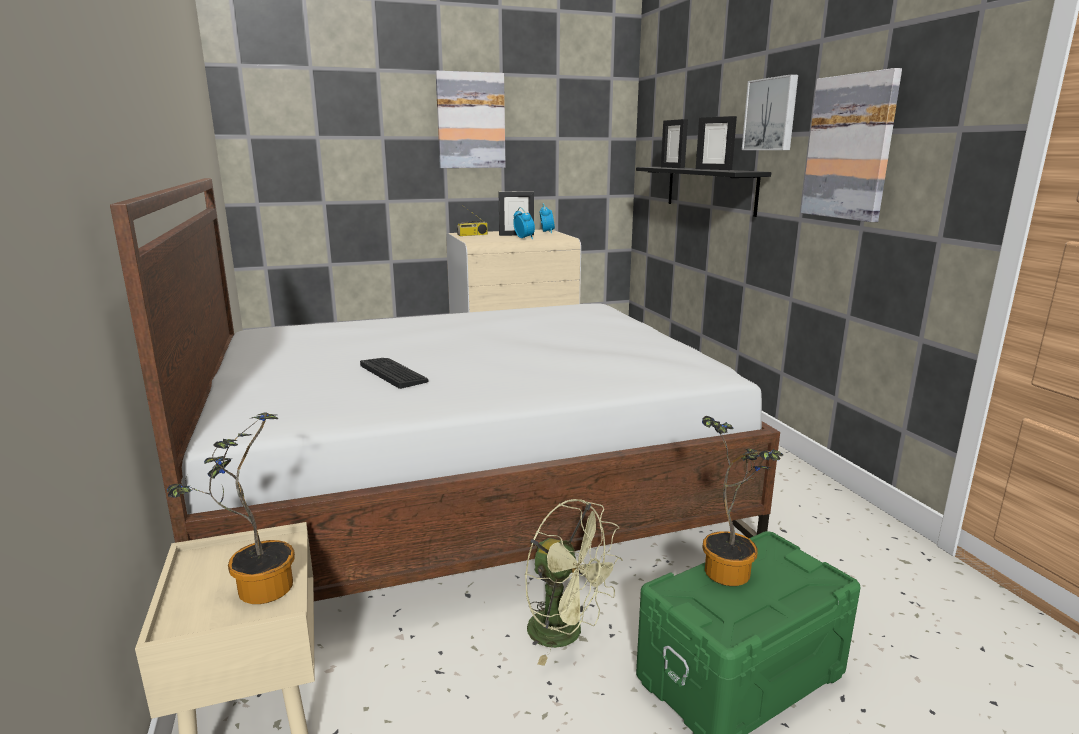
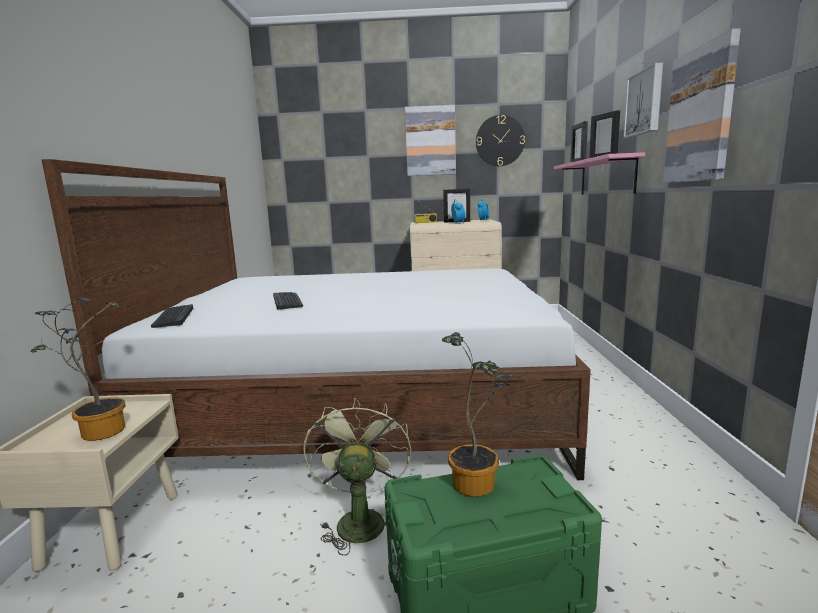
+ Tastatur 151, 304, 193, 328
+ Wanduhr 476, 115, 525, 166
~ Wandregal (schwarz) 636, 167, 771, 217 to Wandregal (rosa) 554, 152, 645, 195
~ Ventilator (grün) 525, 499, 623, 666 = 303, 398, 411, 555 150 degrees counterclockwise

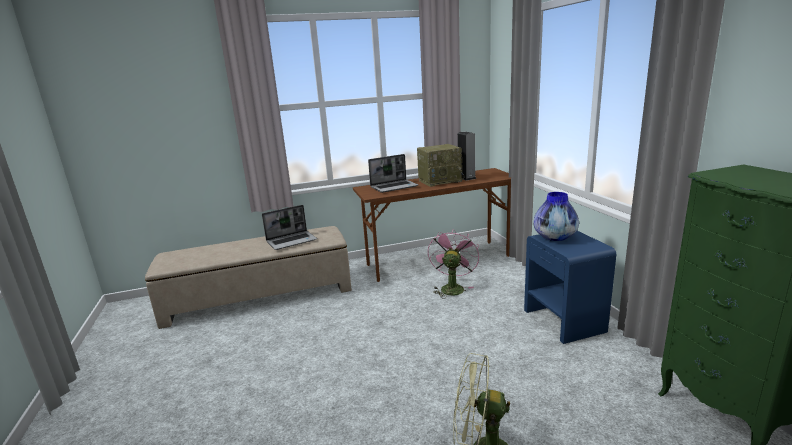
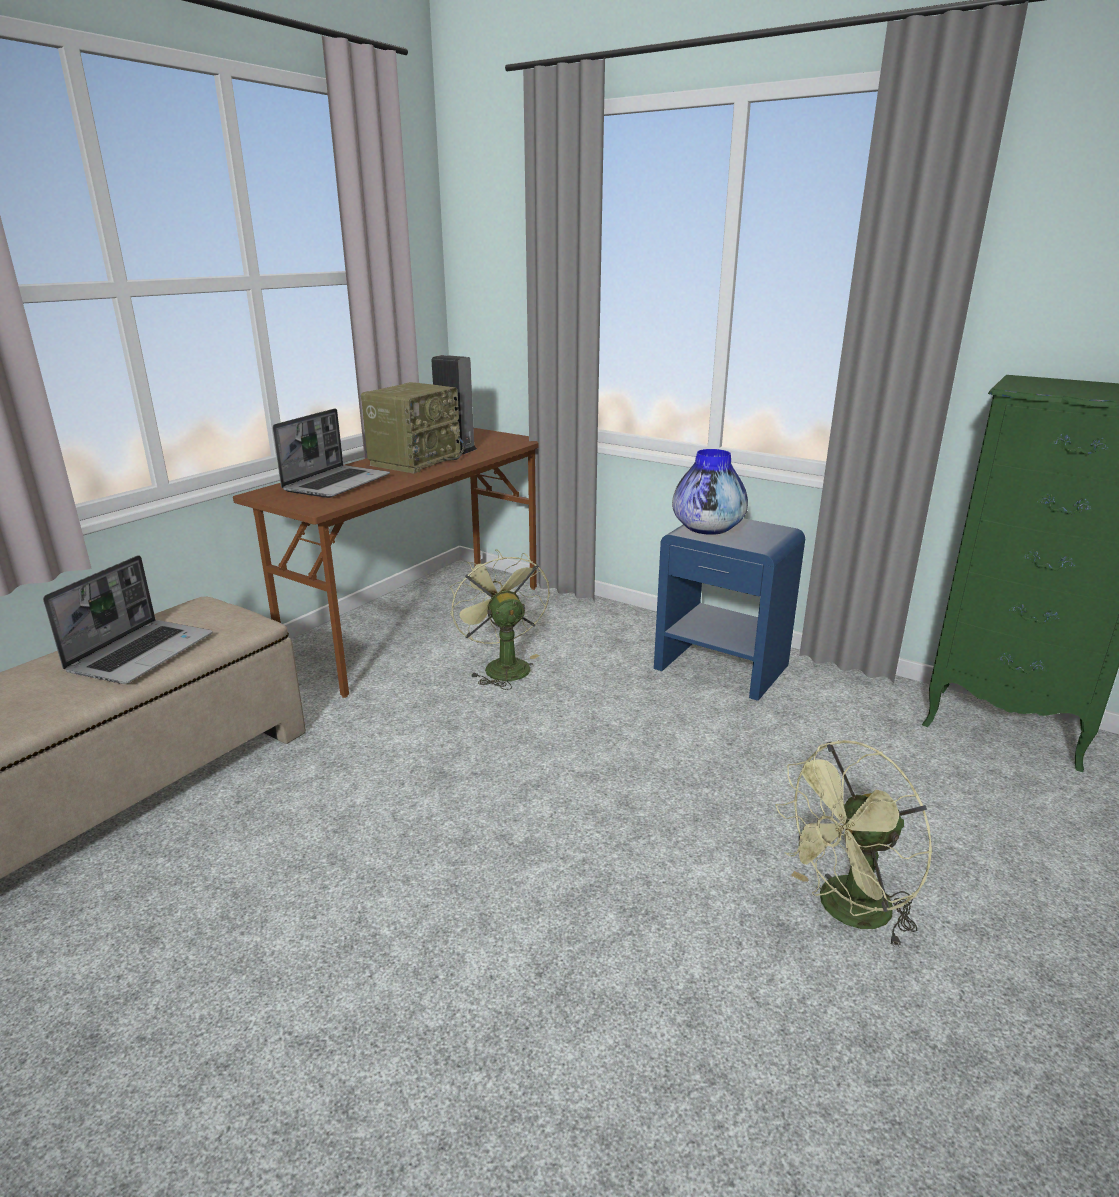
~ Ventilator (rosa) 428, 229, 479, 299 to Ventilator (grün) 450, 549, 550, 690

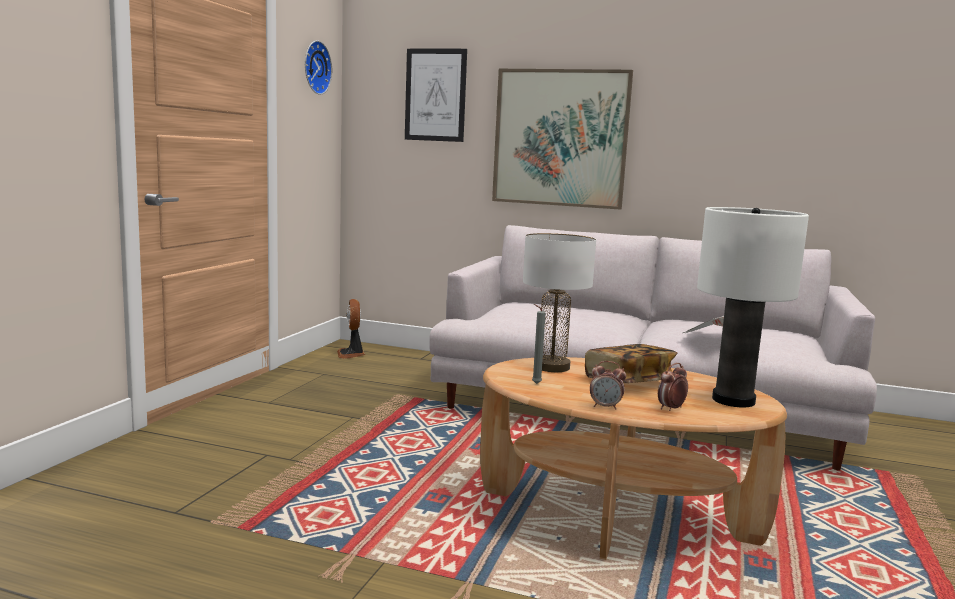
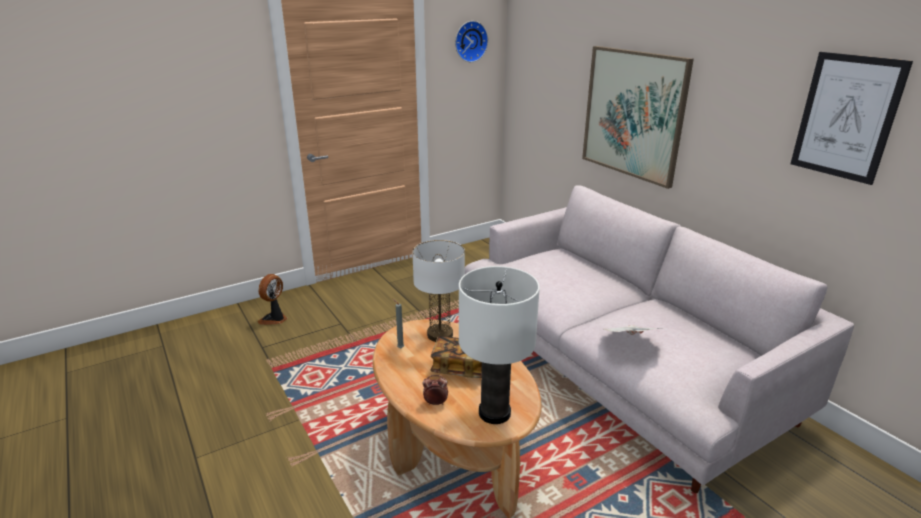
- Wecker 590, 361, 626, 410
~ Ventilator 337, 299, 365, 359 to 258, 274, 288, 325
~ Bild 405, 49, 467, 142 to 791, 52, 913, 185

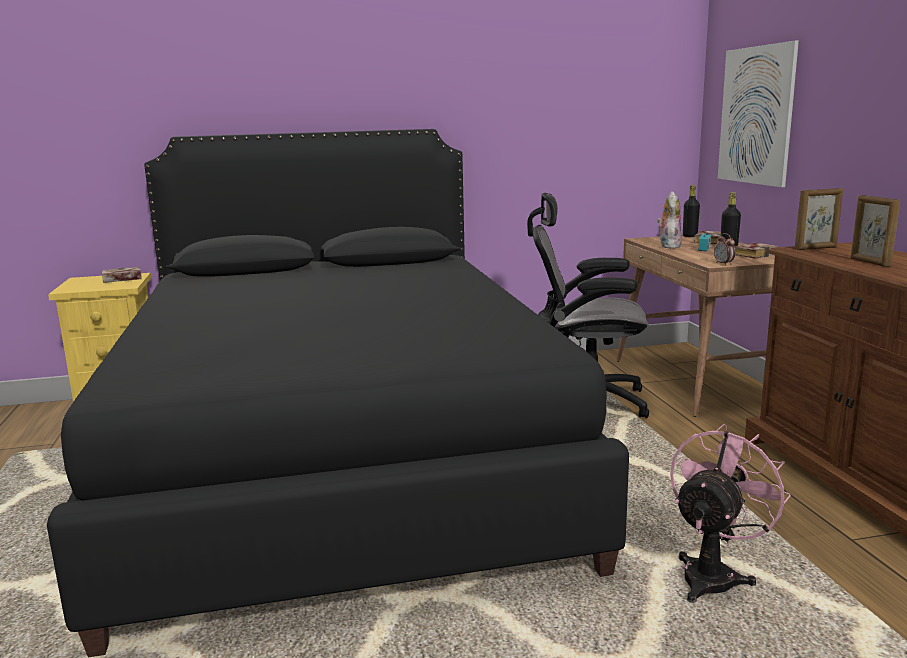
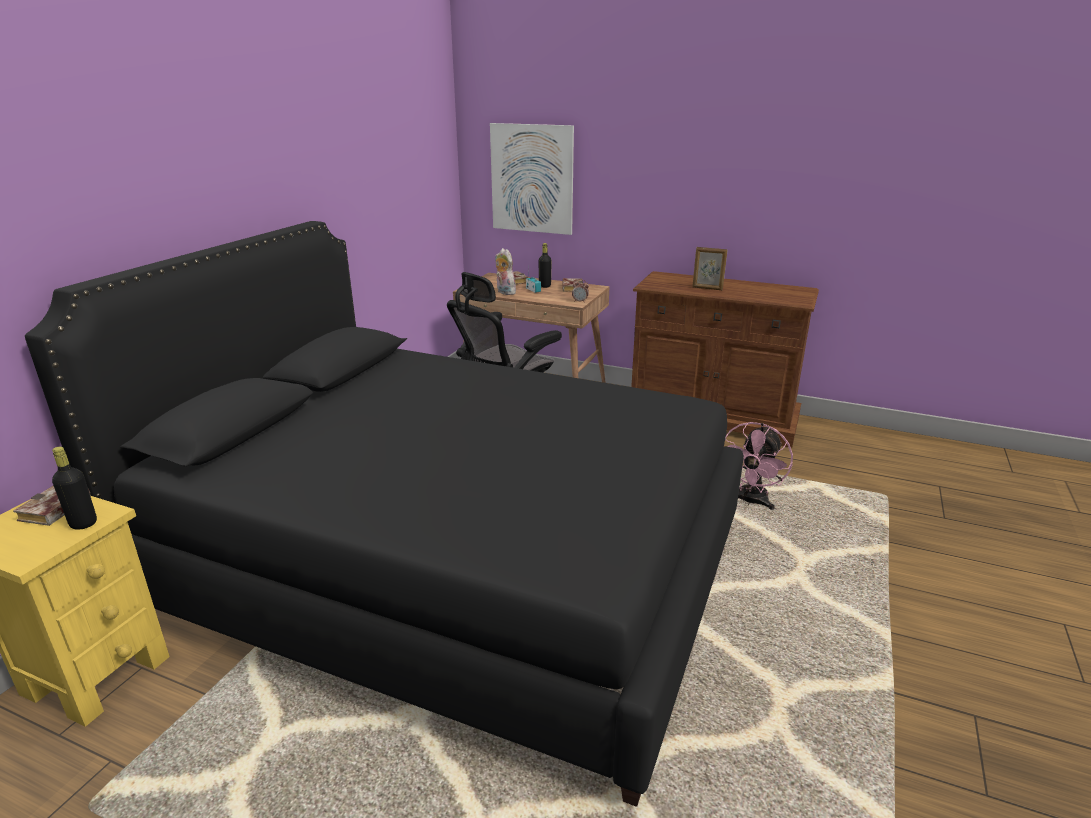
- Bilderrahmen 795, 188, 843, 250
~ Flasche (schwarz) 683, 185, 700, 237 to 52, 447, 97, 530
~ Ventilator (rosa) 670, 424, 791, 603 = 725, 422, 793, 510 135 degrees counterclockwise

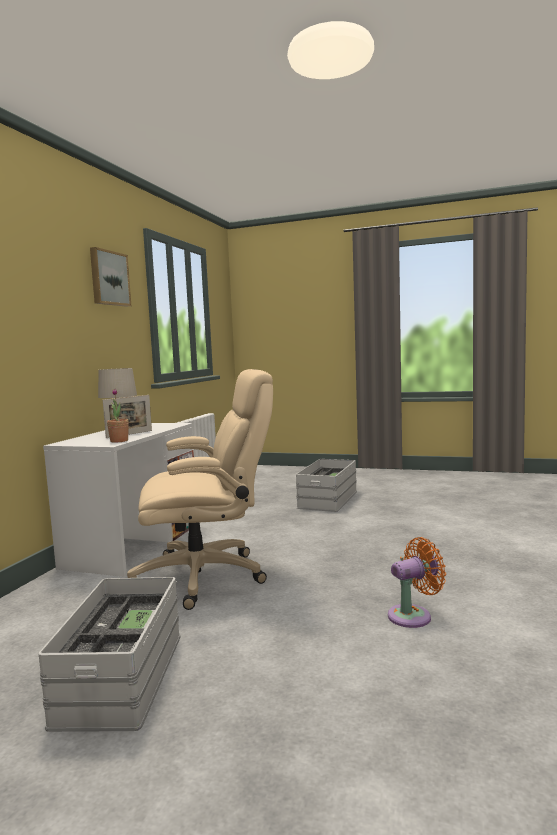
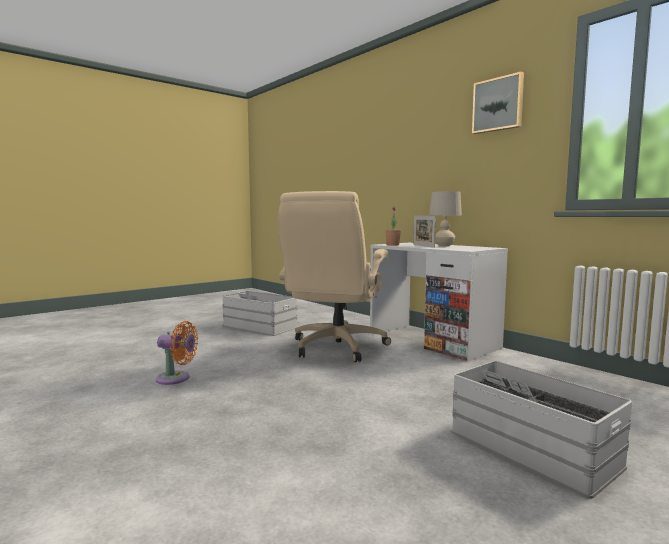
~ Ventilator (orange) 388, 537, 446, 628 = 156, 321, 198, 385 90 degrees counterclockwise

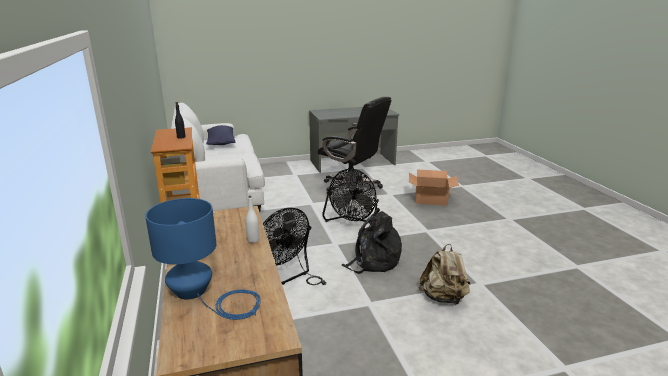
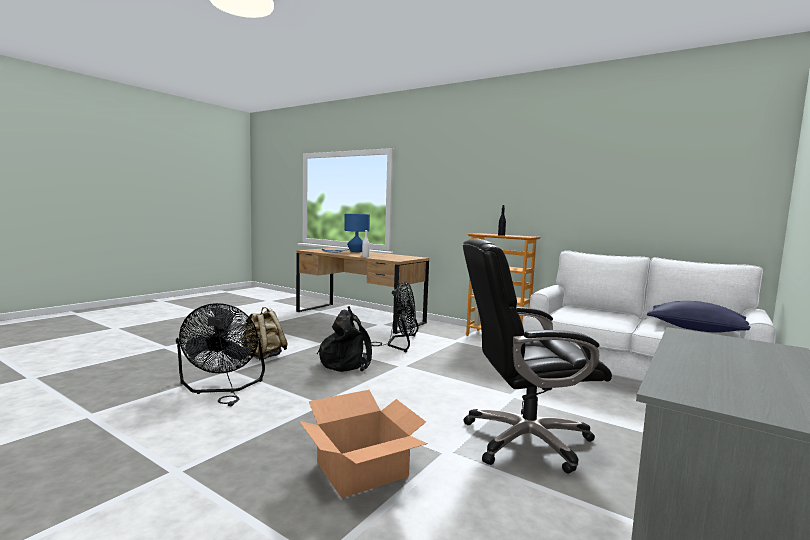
~ Ventilator (schwarz) 322, 169, 379, 224 to 176, 303, 265, 406

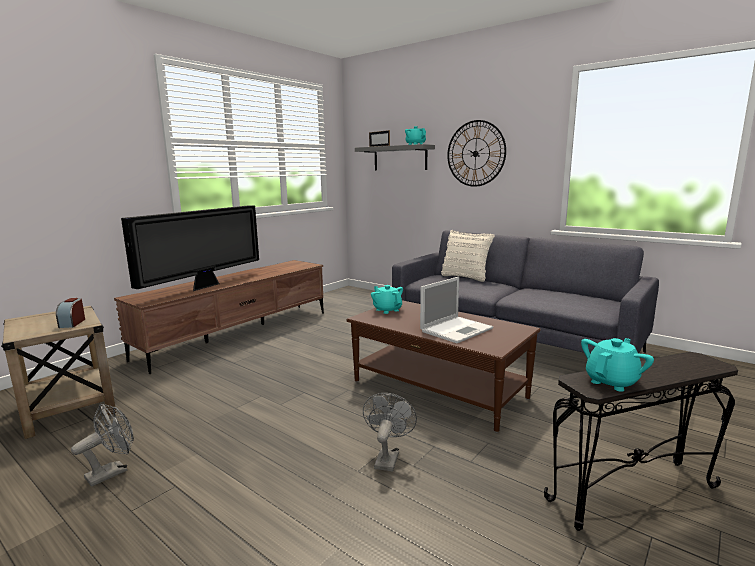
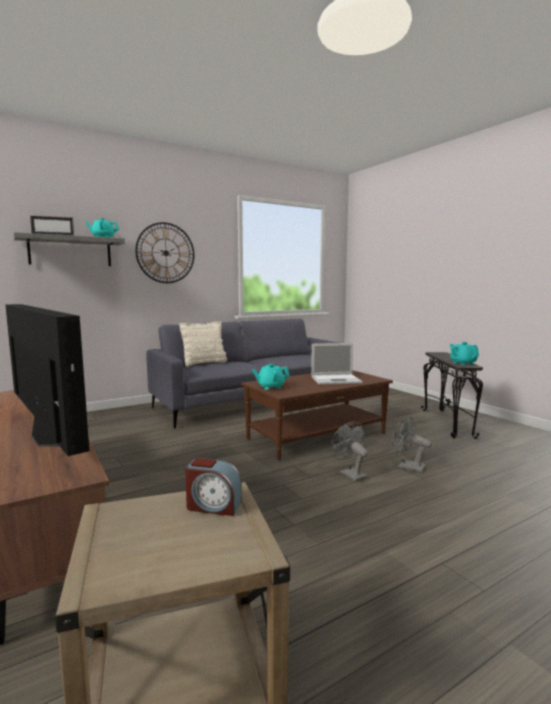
~ Ventilator (grau) 71, 404, 134, 487 to 331, 422, 368, 482
~ Laptop 420, 277, 493, 343 = 311, 343, 363, 385 105 degrees clockwise

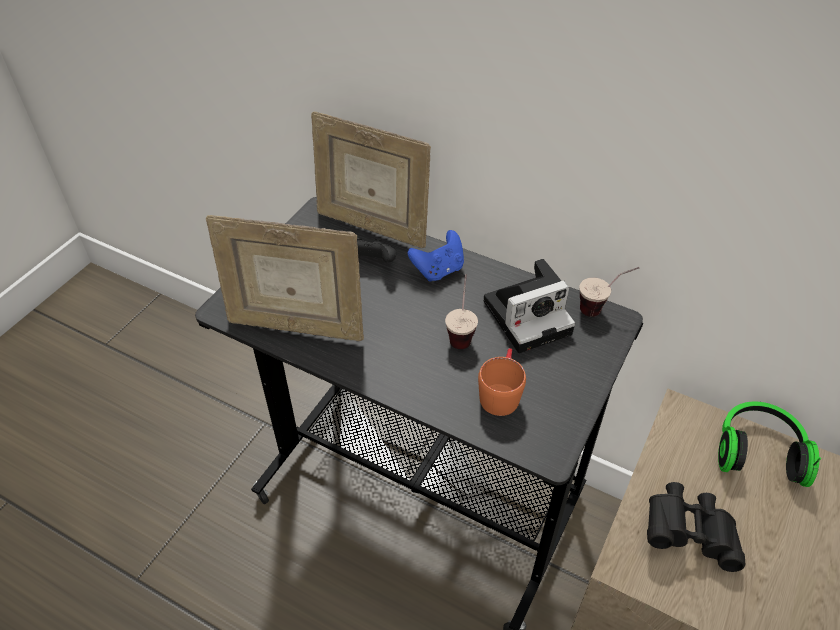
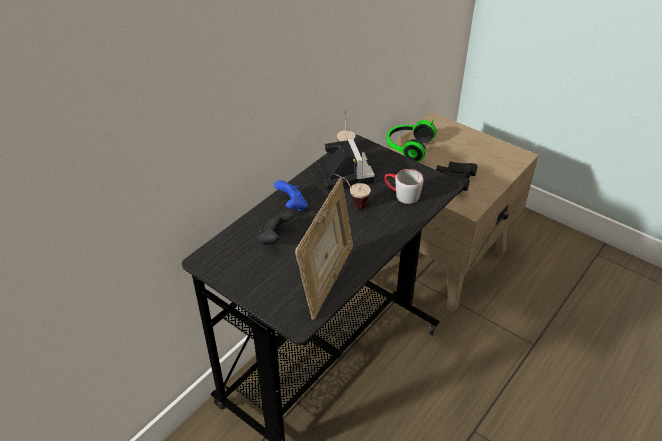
- Bilderrahmen 311, 111, 431, 248
~ Henkelbecher (orange) 478, 348, 526, 416 to Henkelbecher (grau) 384, 169, 424, 204

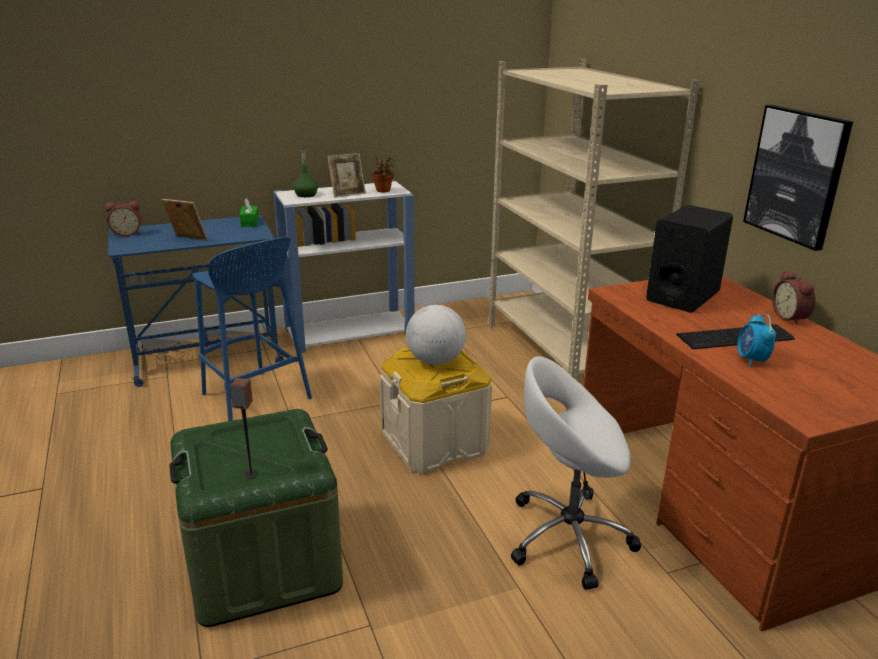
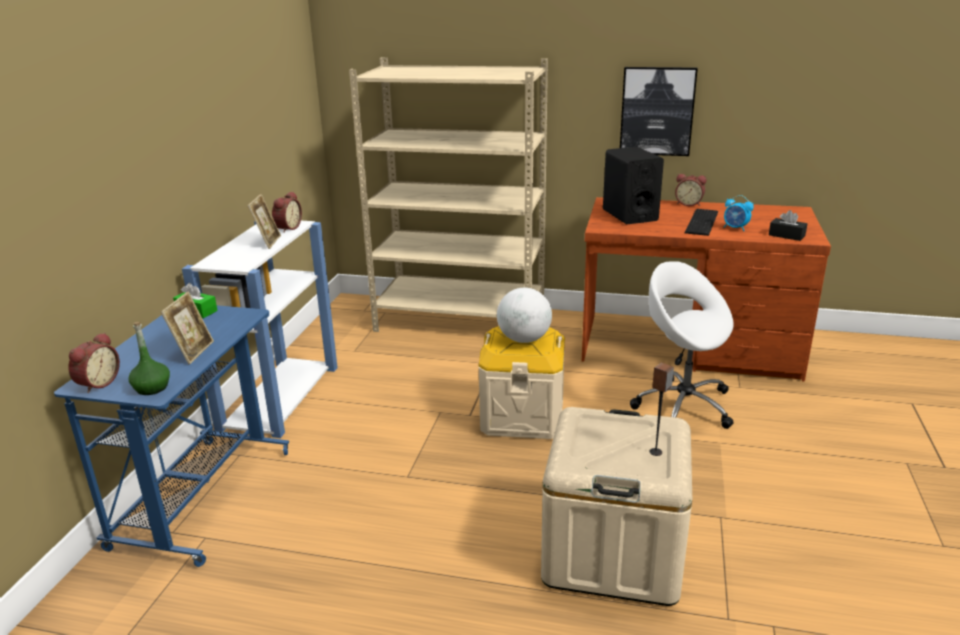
- Hocker (blau) 192, 237, 312, 421
+ Taschentuchbox (schwarz) 769, 210, 807, 241
~ Flasche (grün) 293, 148, 318, 197 to 129, 322, 170, 395
~ Topfpflanze 372, 153, 395, 192 to Wecker 272, 192, 302, 233
~ Aufbewahrungsbox (grün) 169, 409, 343, 627 to Aufbewahrungsbox (beige) 541, 407, 692, 606
~ Bilderrahmen 161, 199, 208, 240 = 161, 292, 214, 364 135 degrees clockwise
~ Bürostuhl (weiß) 511, 356, 641, 590 = 630, 261, 734, 429 90 degrees clockwise

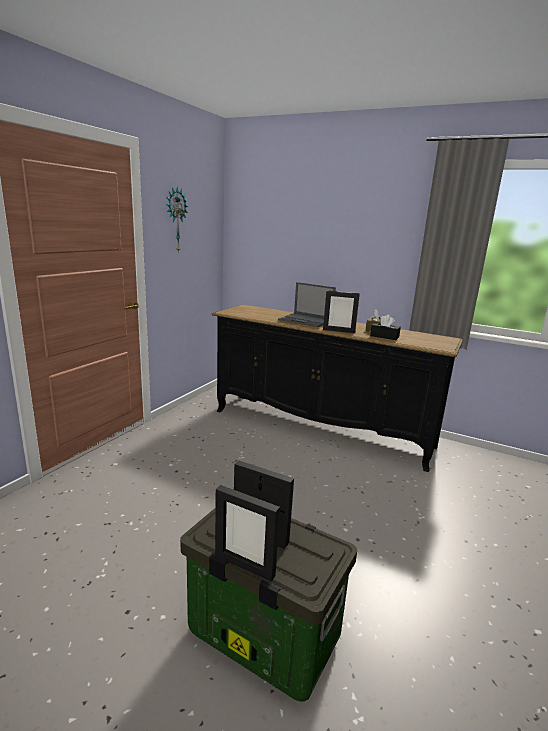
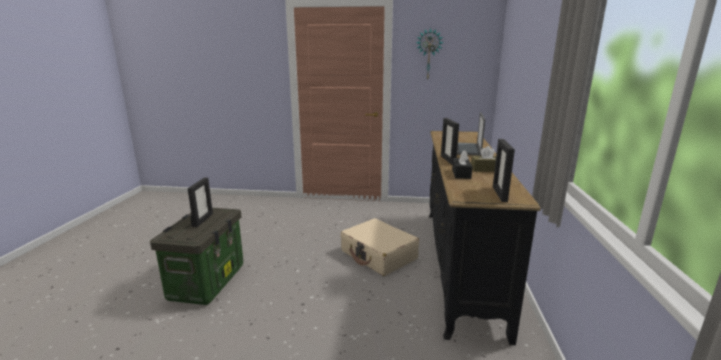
+ Koffer (beige) 341, 218, 419, 276
~ Bilderrahmen 215, 485, 280, 582 to 493, 139, 515, 202

